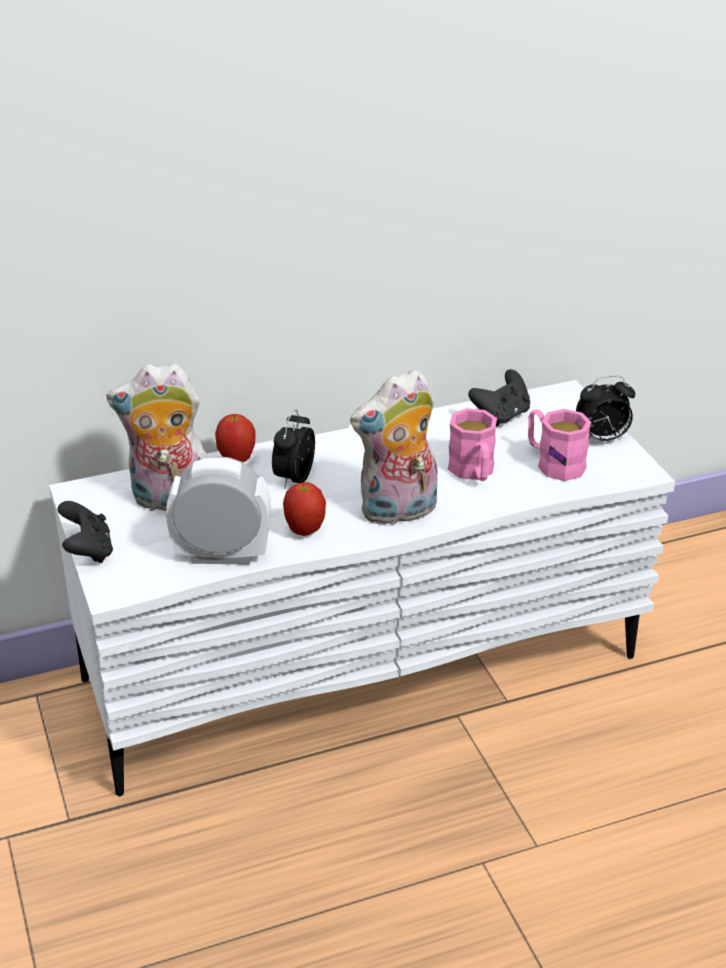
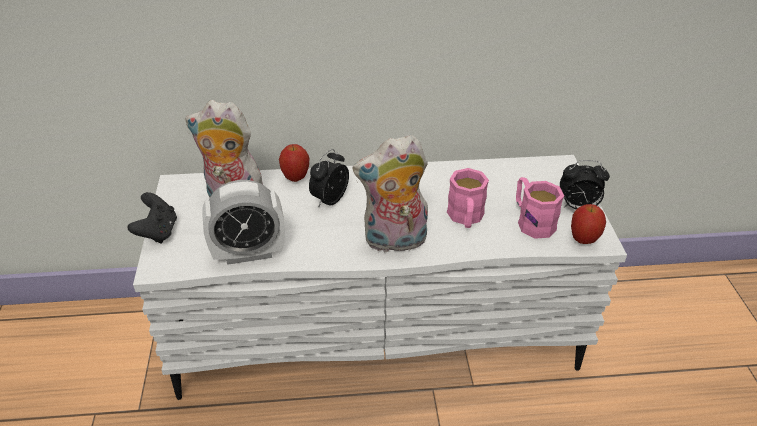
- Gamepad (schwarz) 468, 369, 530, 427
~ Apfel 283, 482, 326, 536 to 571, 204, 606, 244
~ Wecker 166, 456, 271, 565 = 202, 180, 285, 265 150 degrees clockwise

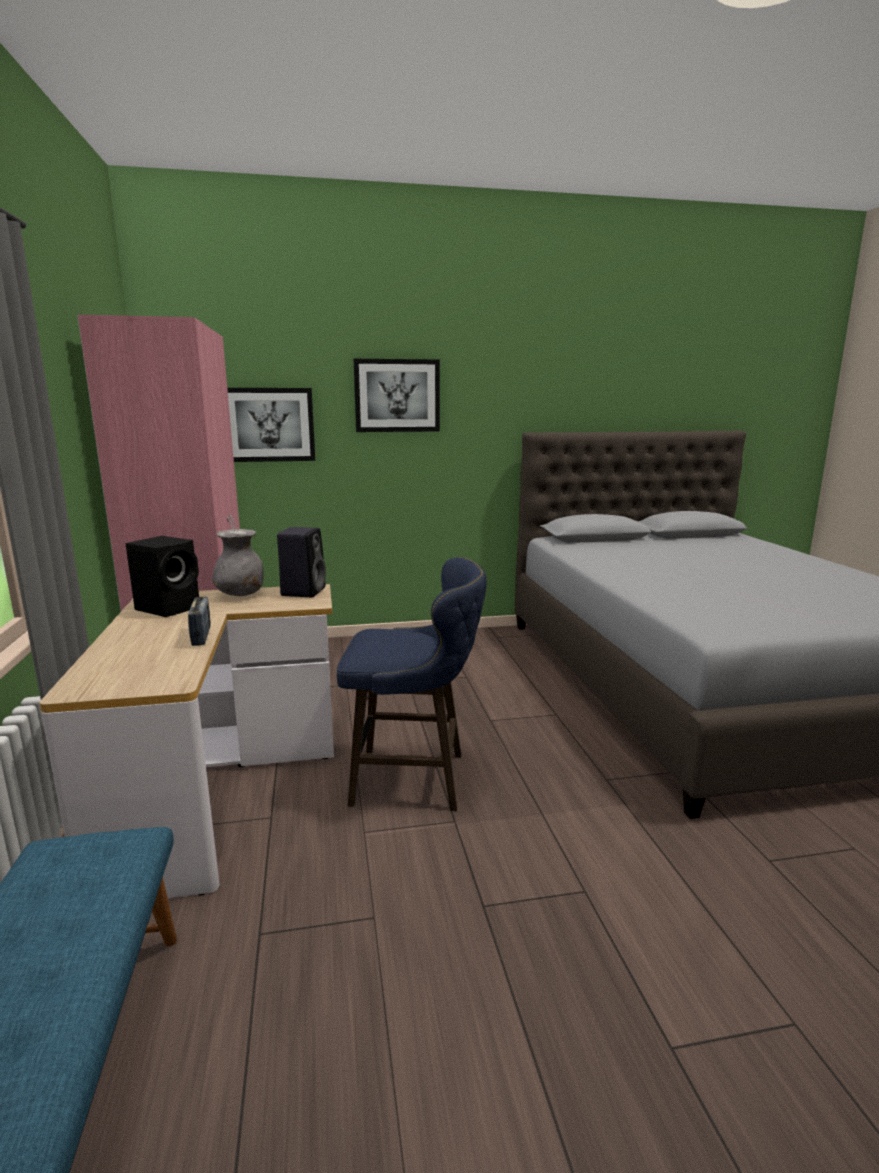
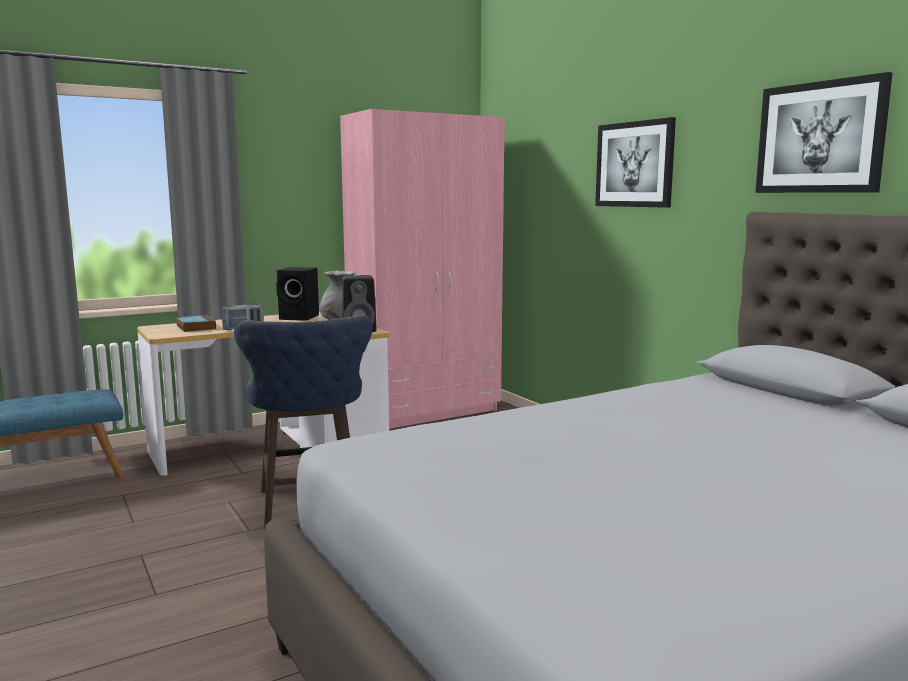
+ Buch 176, 315, 216, 332
~ Bild 227, 388, 315, 462 to 755, 72, 892, 193

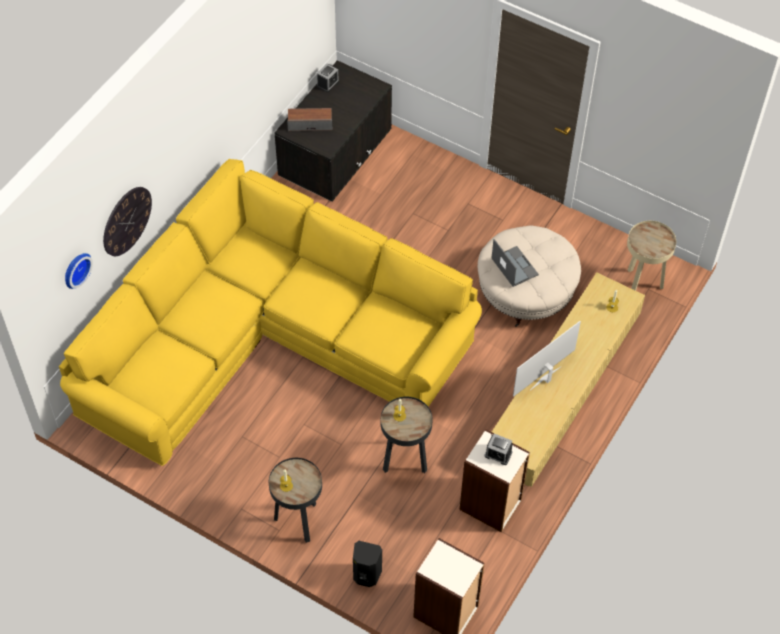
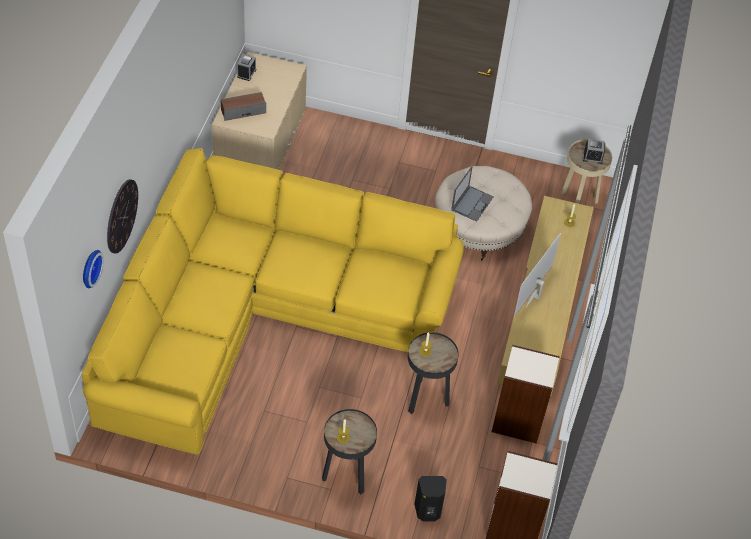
~ Wecker 485, 434, 513, 465 to 583, 139, 605, 164
~ Schrank (schwarz) 275, 60, 392, 202 to Schrank (beige) 212, 52, 307, 170
~ Laptop 492, 239, 539, 287 = 451, 166, 494, 222 75 degrees clockwise

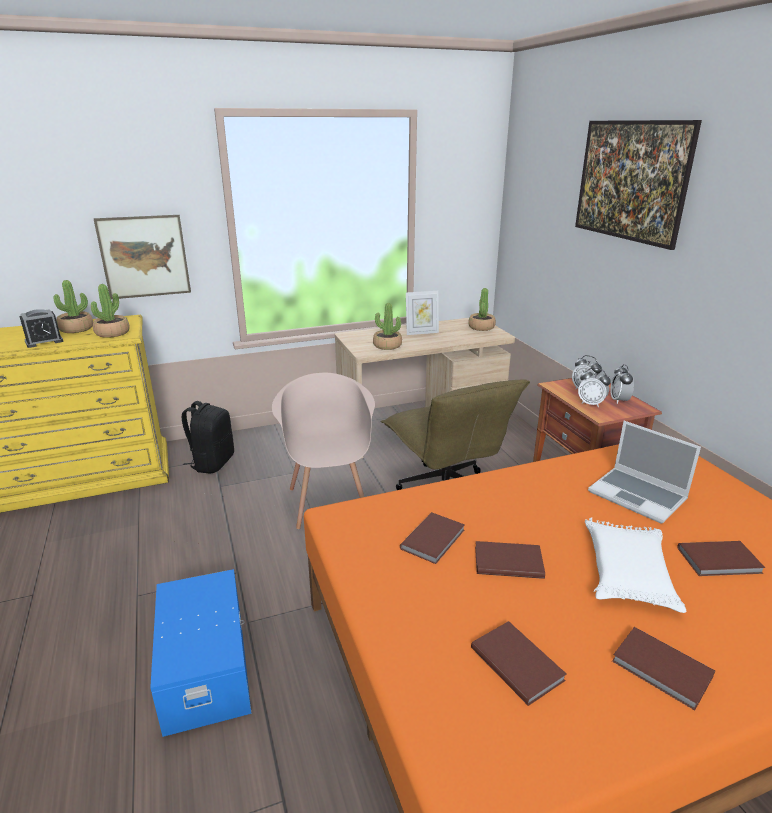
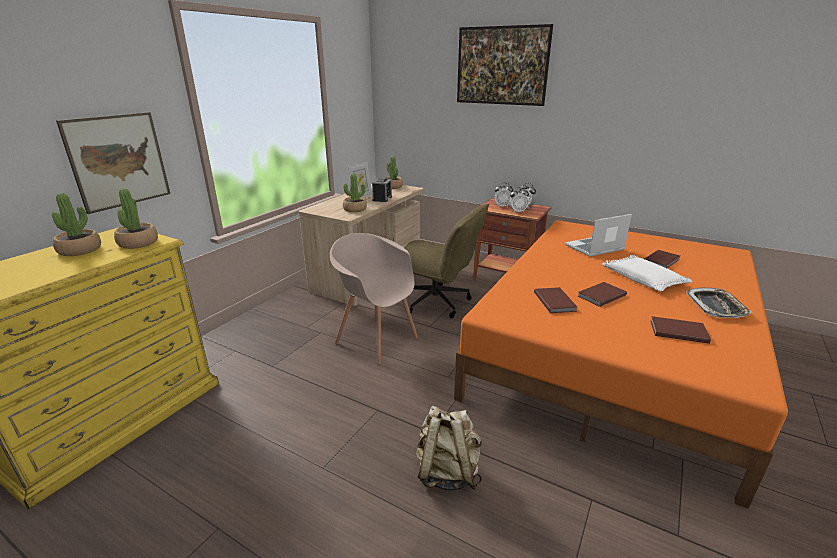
- Rucksack (schwarz) 181, 401, 234, 474
~ Wecker 20, 309, 63, 348 to 372, 178, 392, 202
~ Aufbewahrungsbox (blau) 150, 569, 252, 737 to Rucksack (beige) 416, 406, 482, 491
~ Buch (braun) 612, 627, 715, 711 to Tablett 686, 287, 752, 318
~ Laptop 588, 421, 701, 523 = 565, 214, 632, 257 150 degrees clockwise

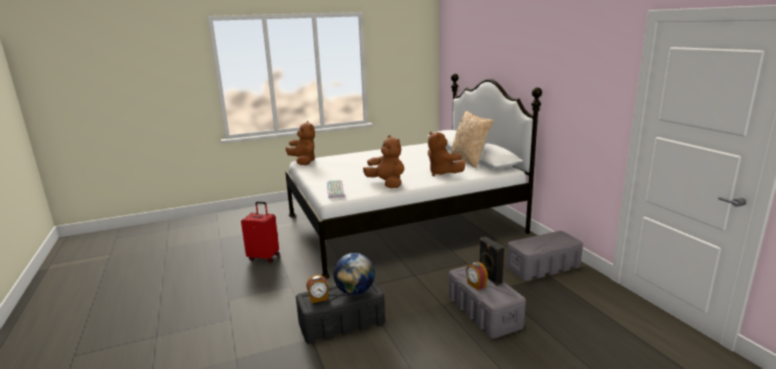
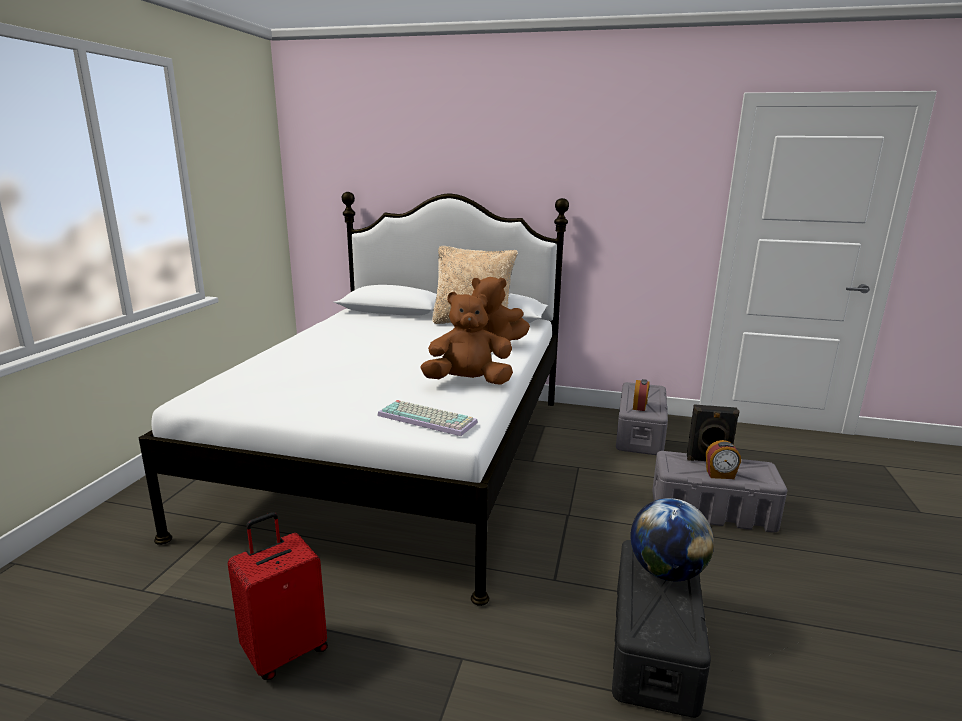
- Plüschtier (braun) 286, 121, 315, 165
~ Wecker 306, 275, 329, 303 to 633, 379, 650, 411

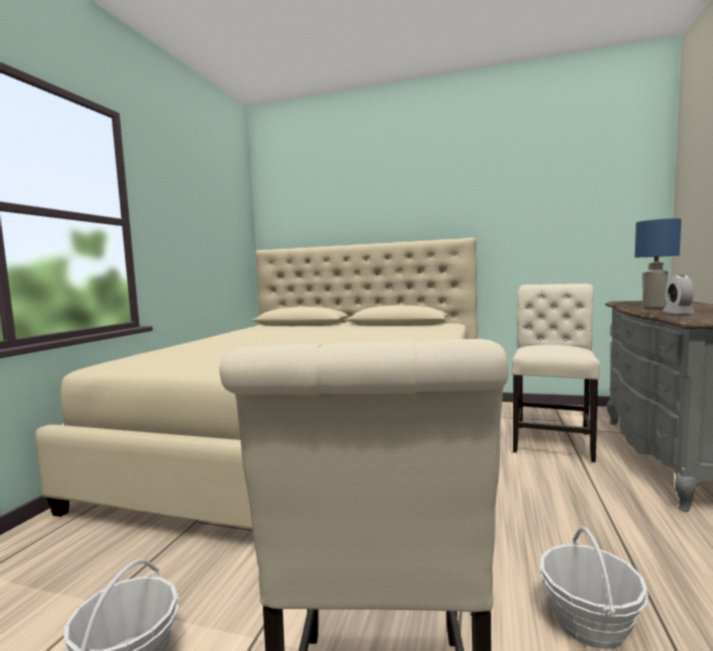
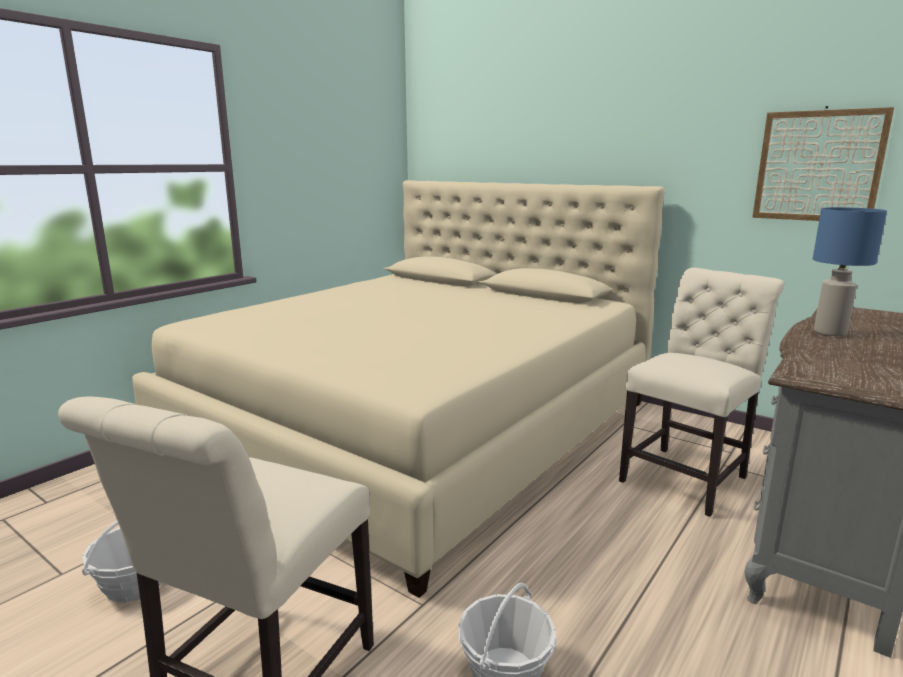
- Wecker 663, 275, 694, 314
+ Bild 752, 106, 894, 221

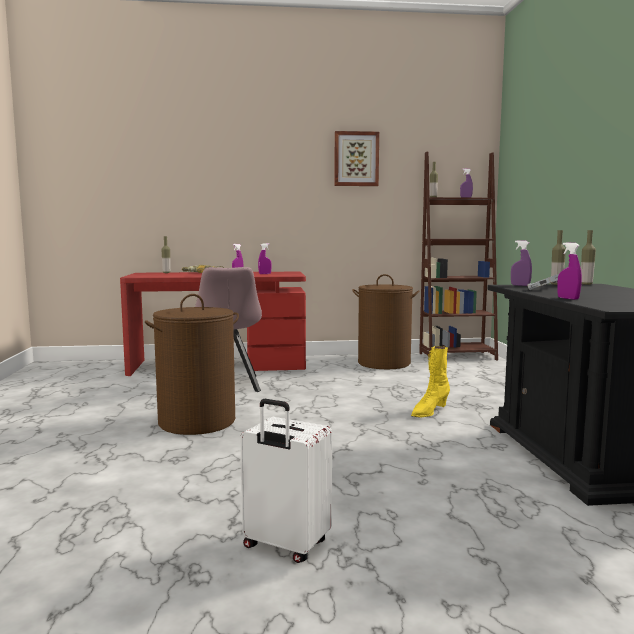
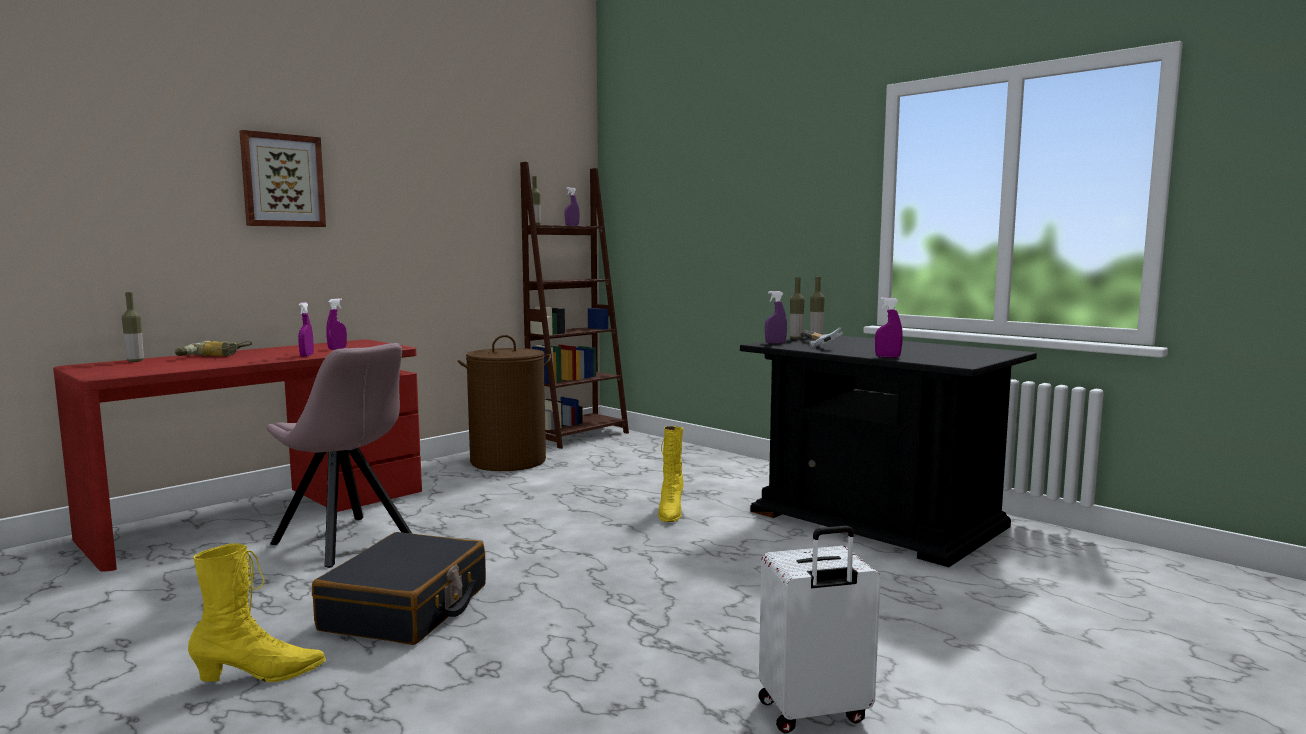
+ Stiefel (gelb) 188, 543, 326, 682
~ Bild 334, 131, 379, 186 to 240, 130, 326, 227
~ Wäschekorb (braun) 145, 294, 239, 435 to Koffer (schwarz) 312, 532, 486, 645

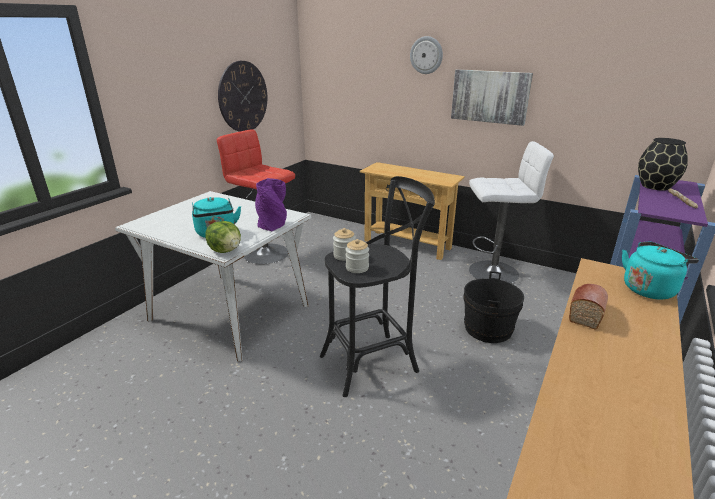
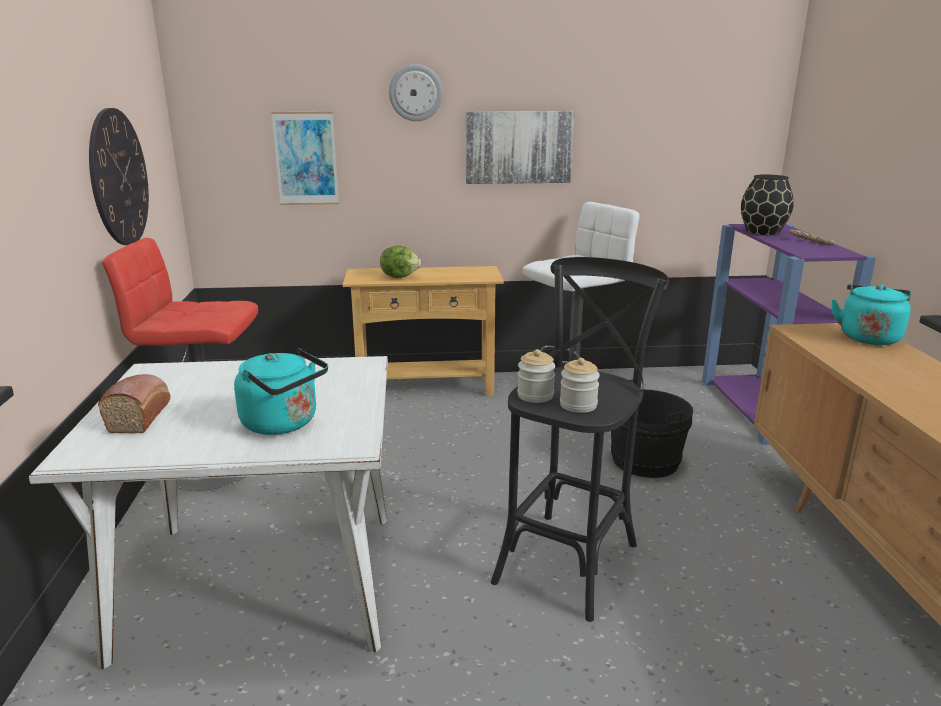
- Vase (lila) 255, 178, 287, 231
+ Bild 271, 112, 339, 205
~ Salatkopf 205, 221, 241, 253 to 380, 245, 421, 278
~ Brot 569, 284, 608, 329 to 98, 374, 171, 433

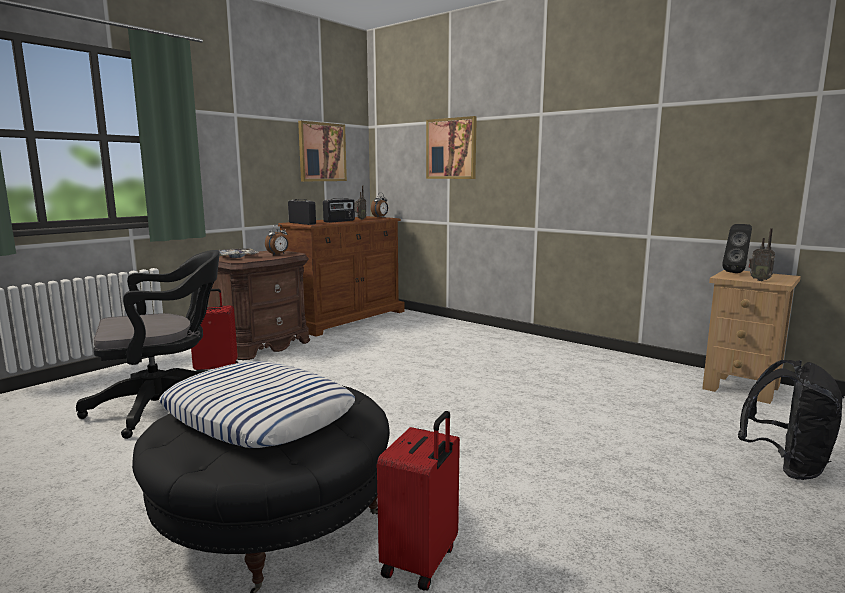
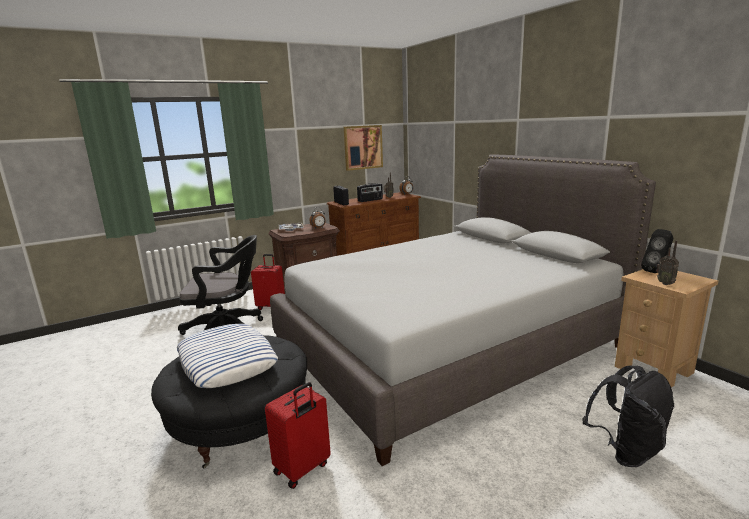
- Bild 426, 116, 477, 179
+ Bett (grau) 270, 154, 656, 466

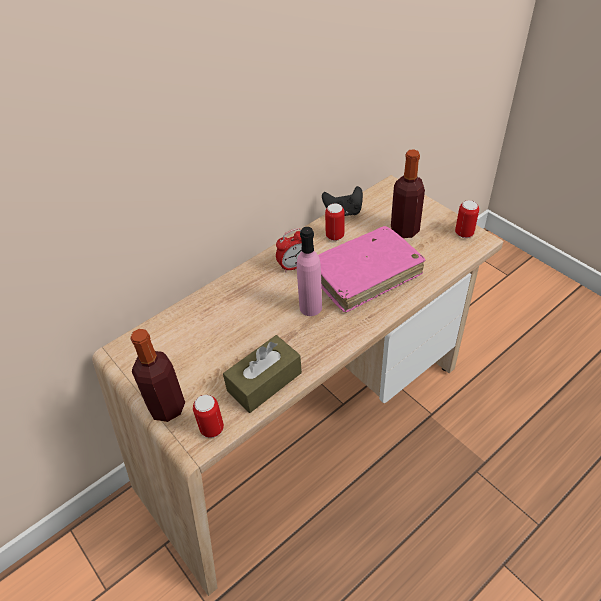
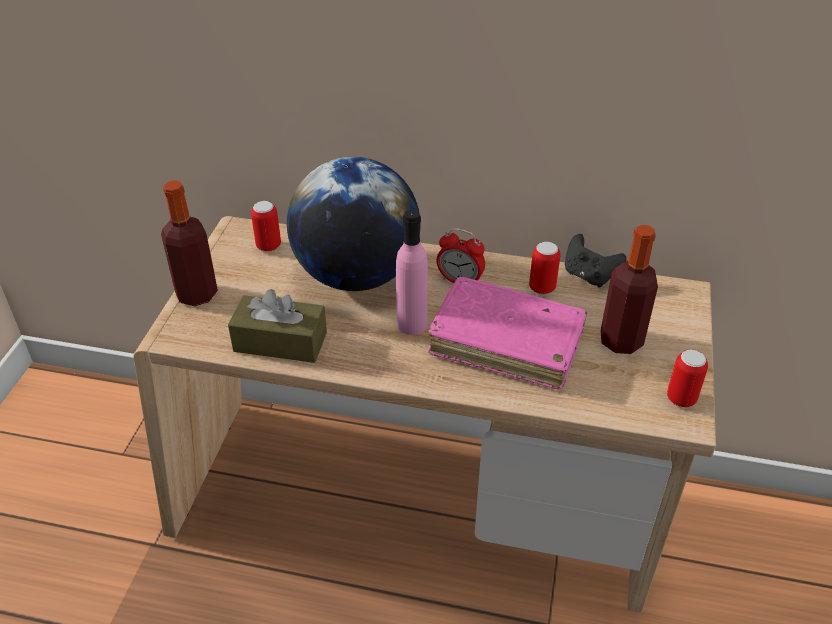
+ Globus 287, 157, 421, 291
~ Dose 193, 395, 224, 438 to 251, 201, 281, 252

